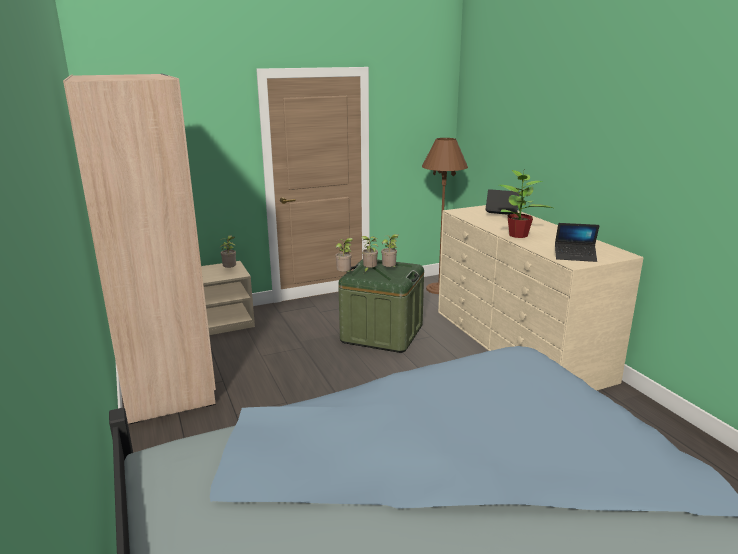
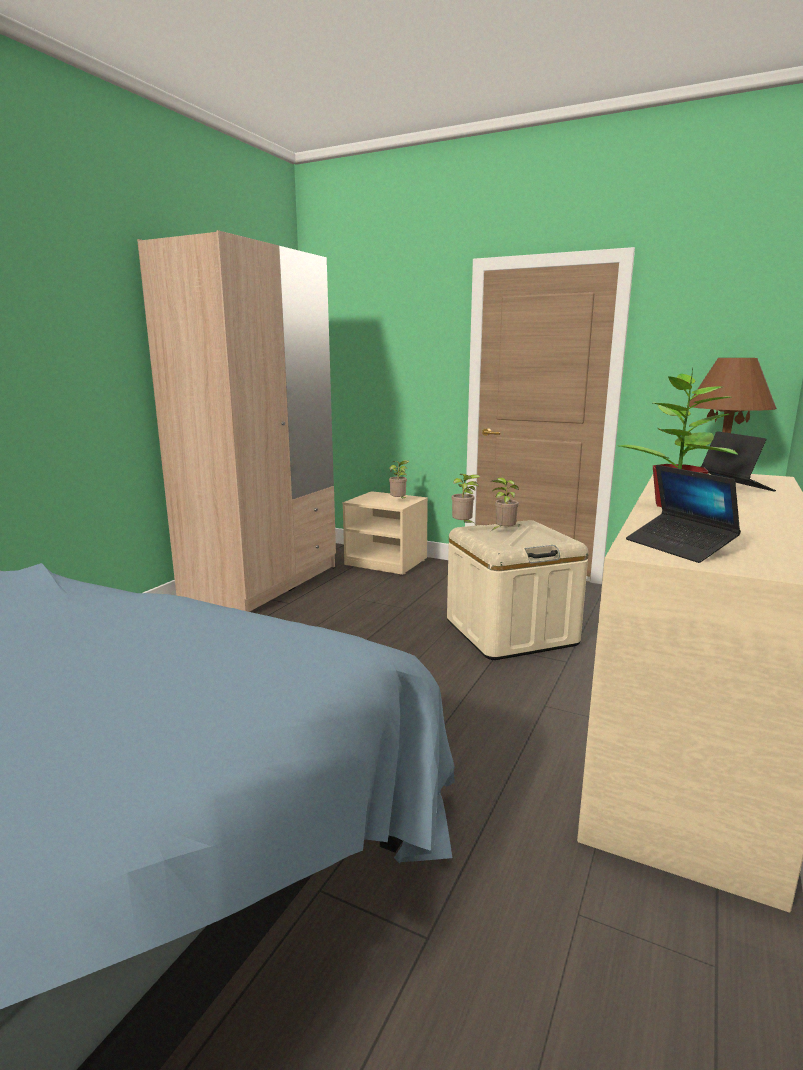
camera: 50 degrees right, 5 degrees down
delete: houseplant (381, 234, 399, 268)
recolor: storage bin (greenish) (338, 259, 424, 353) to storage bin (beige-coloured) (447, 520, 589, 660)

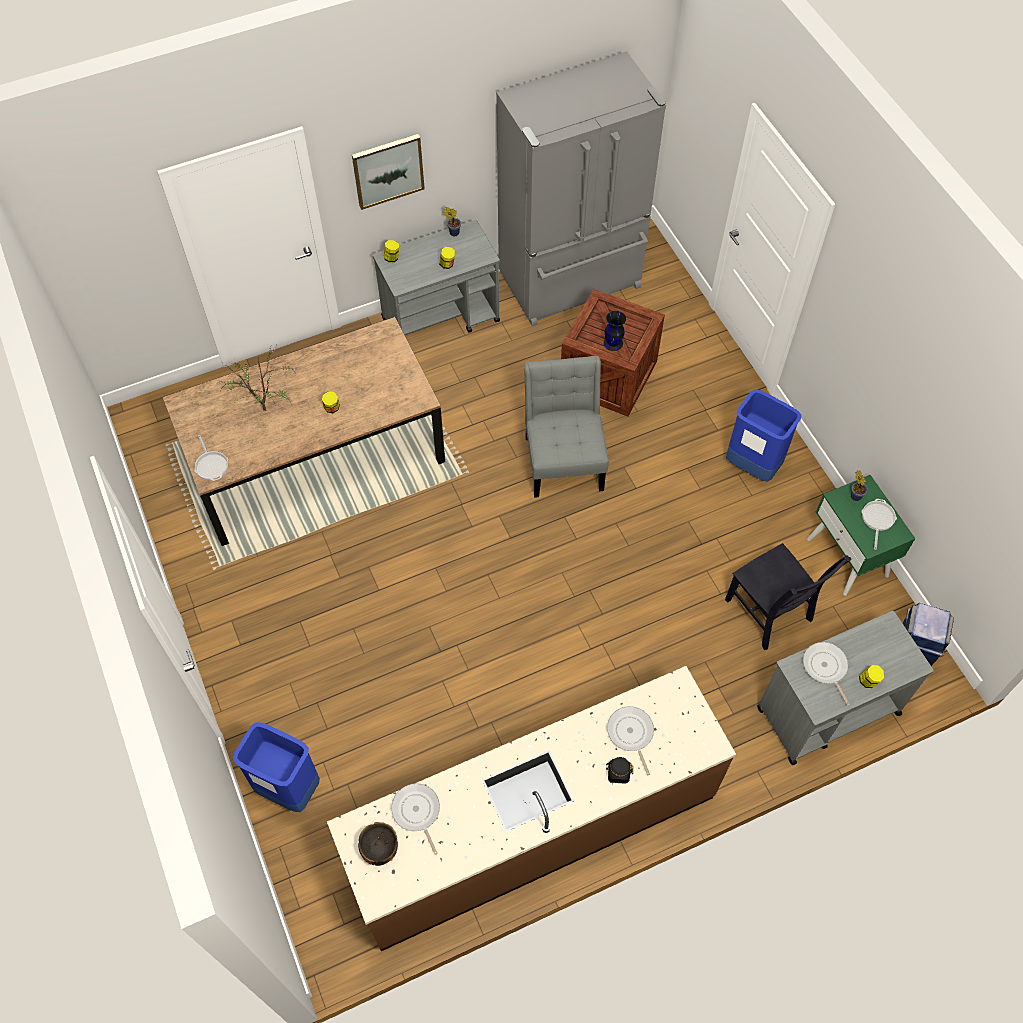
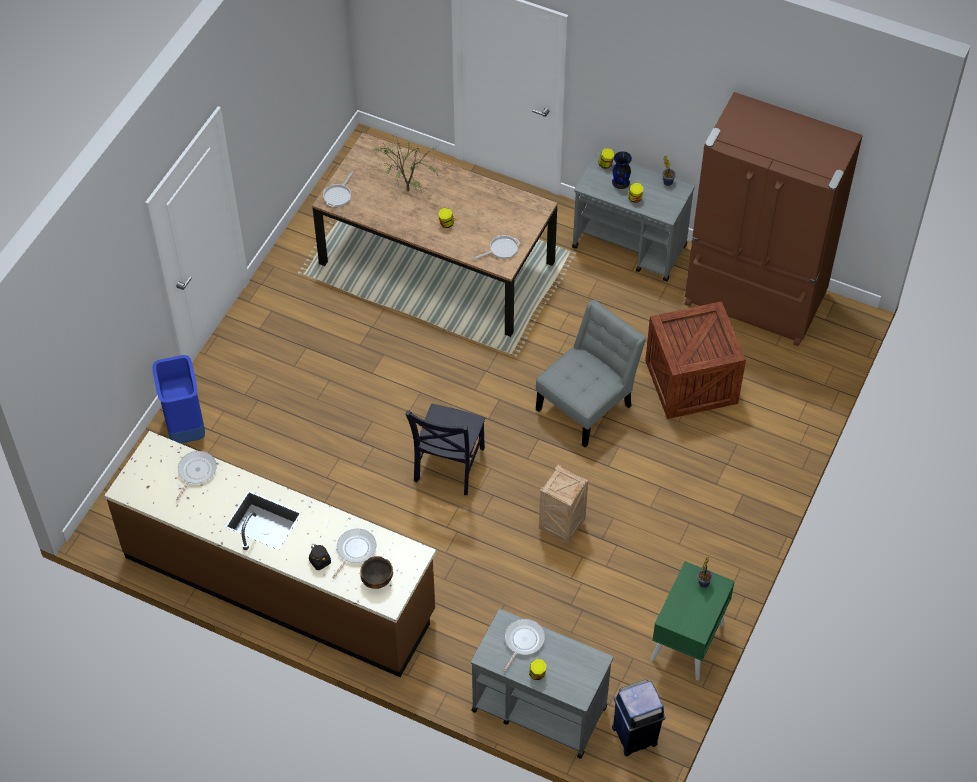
camera: 50 degrees right, 5 degrees down
delete: wall picture (352, 134, 425, 210); rubbish bin (blue-coloured) (726, 389, 801, 482)
insert: shipping crate (539, 465, 588, 544)
move: decorative vase (blackish) (604, 311, 626, 351) to (612, 151, 632, 189); pan (862, 499, 897, 550) to (473, 235, 520, 260); plain chair (blackish) (725, 543, 851, 650) to (405, 403, 485, 495); deep dish (358, 822, 398, 866) to (360, 556, 393, 589)
recolor: fridge (greyish) (496, 51, 666, 326) to fridge (brown) (684, 92, 863, 346)

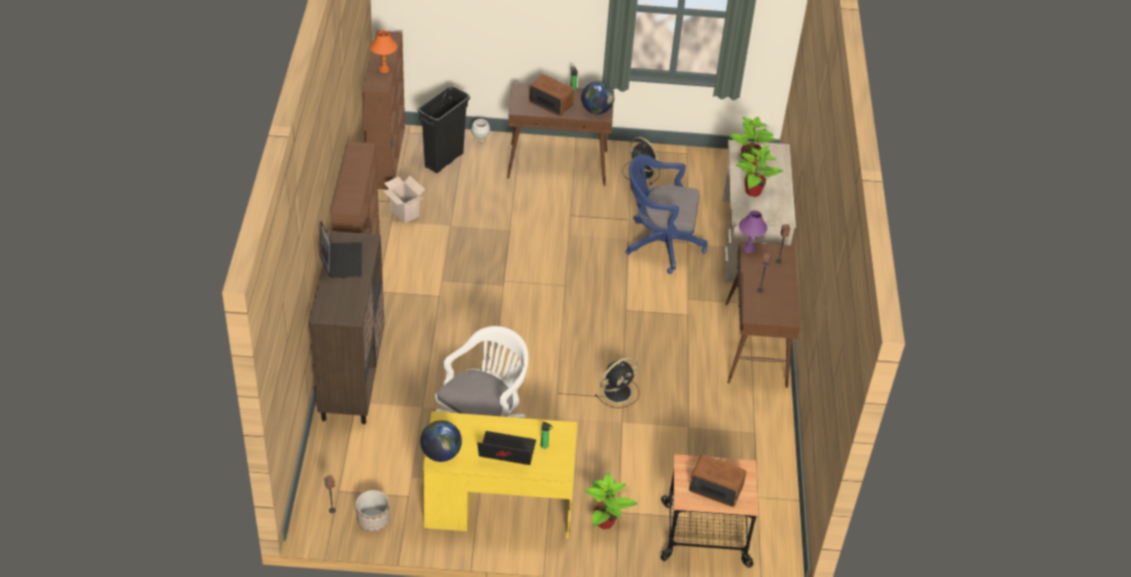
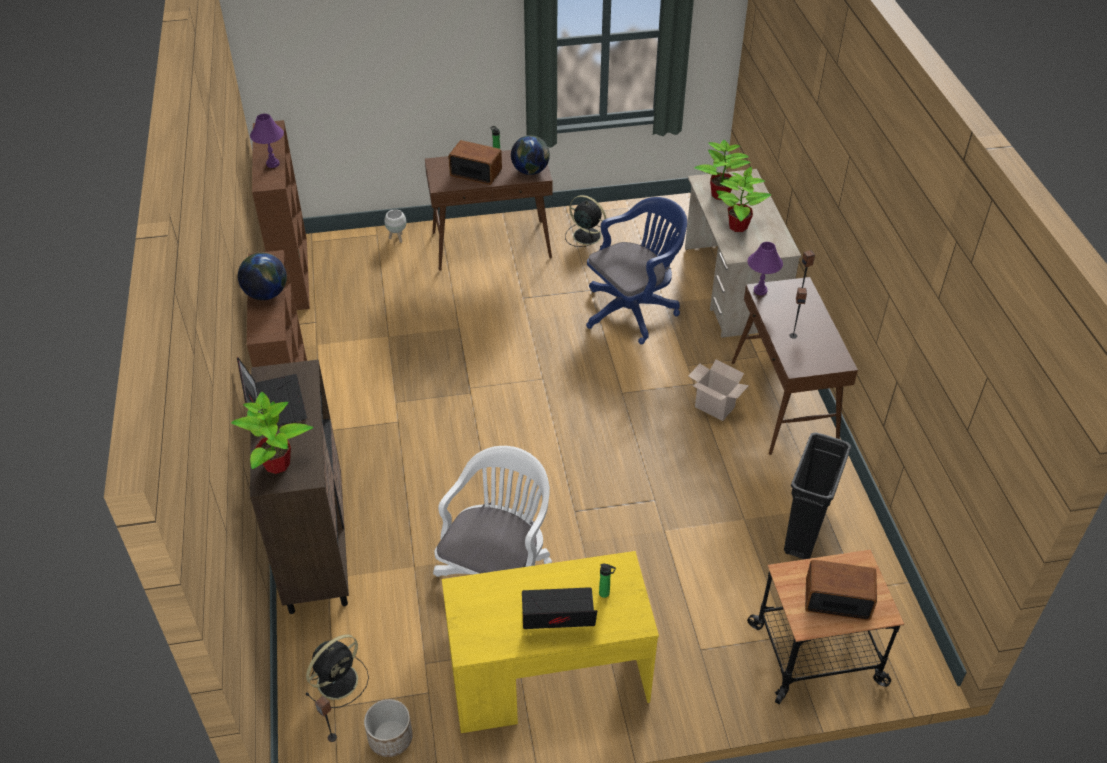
camera: 10 degrees left, 0 degrees up
move: rubbish bin (blackish) (418, 86, 470, 173) to (784, 432, 851, 559); cardboard box (382, 176, 425, 223) to (688, 360, 749, 421); fan (blackish) (595, 357, 639, 408) to (305, 634, 369, 708); globe (420, 420, 462, 462) to (238, 253, 287, 300); houseplant (584, 472, 638, 529) to (231, 392, 314, 474)
recolor: tabletop lamp (orange) (370, 30, 397, 73) to tabletop lamp (purple-coloured) (250, 114, 284, 168)
rotate: computer chair (blue-coloured) (626, 154, 708, 274) = (586, 197, 687, 344) 150 degrees clockwise

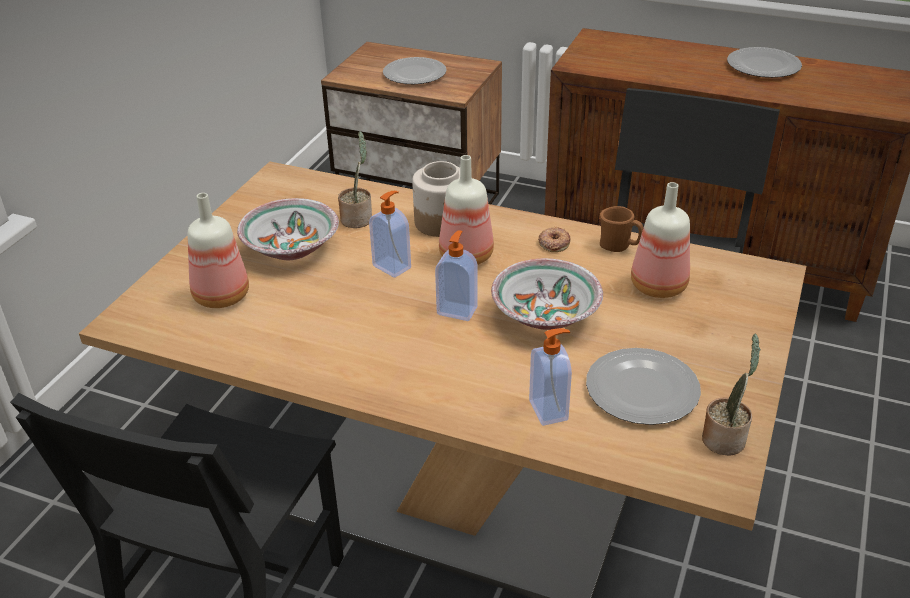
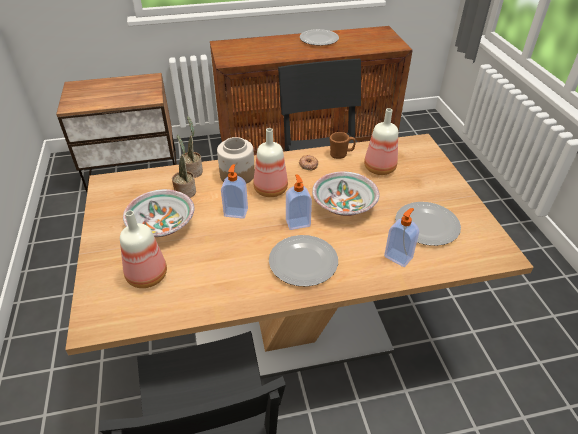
camera: 35 degrees left, 5 degrees up
move: flat dish (383, 57, 447, 84) to (269, 235, 338, 287); houseplant (702, 334, 761, 456) to (182, 116, 203, 178)

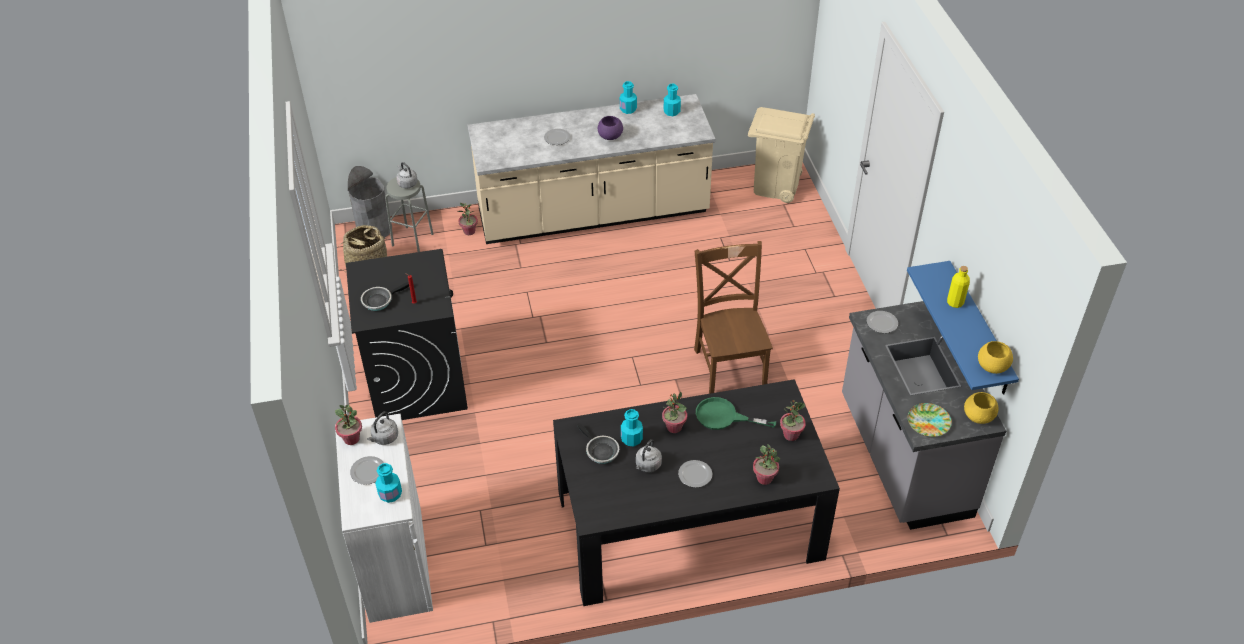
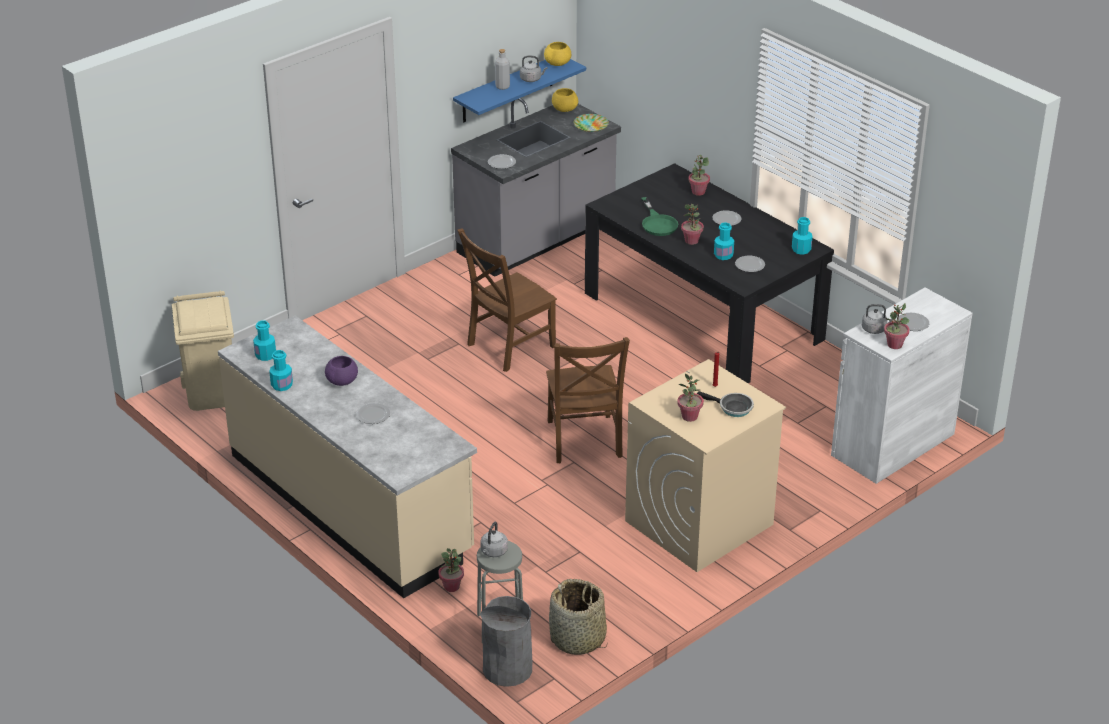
camera: 120 degrees left, 10 degrees down
insert: plain chair (brown) (546, 337, 630, 463)
move: houseplant (780, 400, 806, 441) to (677, 374, 704, 422); tea kettle (greyish) (636, 439, 662, 472) to (520, 56, 547, 82); drink bottle (blue-green) (375, 463, 402, 503) to (792, 217, 813, 255)
replace: pan (577, 423, 619, 464) to flat dish (735, 256, 765, 272)
recolor: laundry machine (blackish) (346, 249, 468, 420) to laundry machine (beige-coloured) (625, 359, 786, 572); drink bottle (yellow-coloured) (947, 266, 970, 308) to drink bottle (greyish) (495, 49, 510, 90)

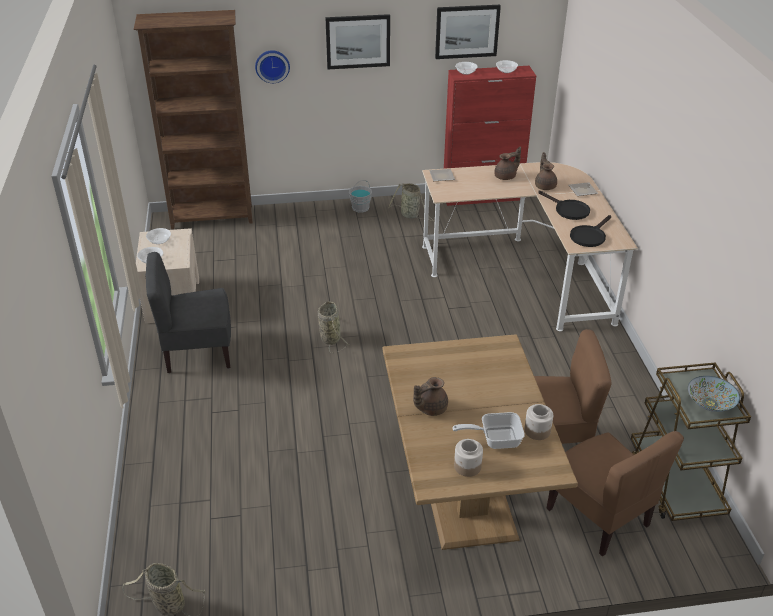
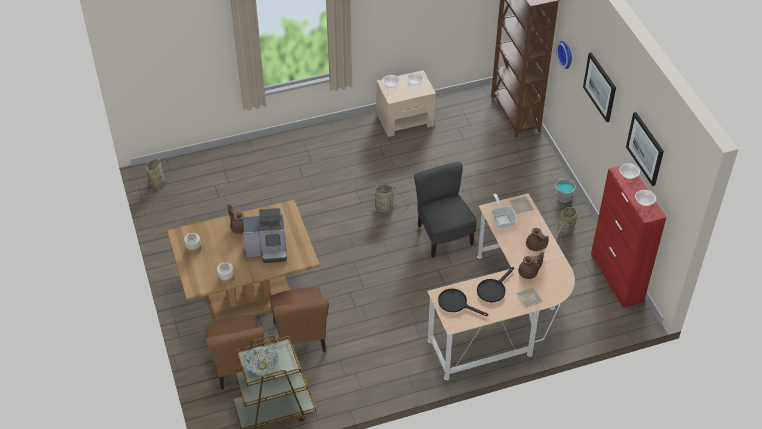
camera: 80 degrees right, 10 degrees up
insert: coffee maker (243, 208, 287, 263)
move: plain chair (greyish) (145, 252, 231, 373) to (414, 162, 477, 257); pan (453, 412, 525, 449) to (491, 194, 517, 228)
rotate: plain chair (brown) (546, 431, 684, 556) = (205, 315, 264, 390) 60 degrees counterclockwise

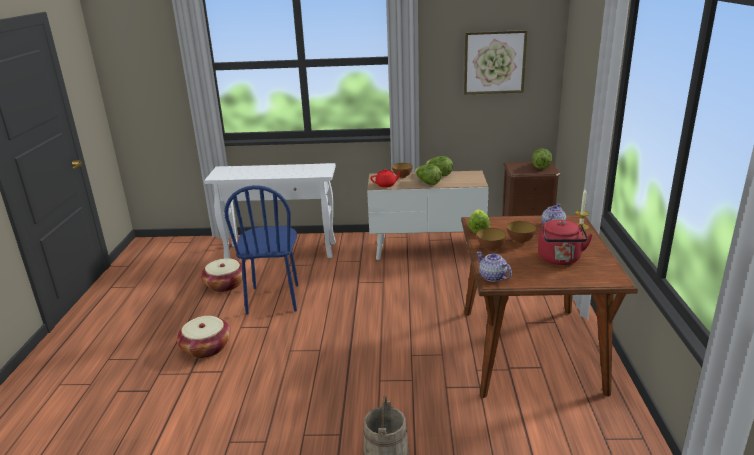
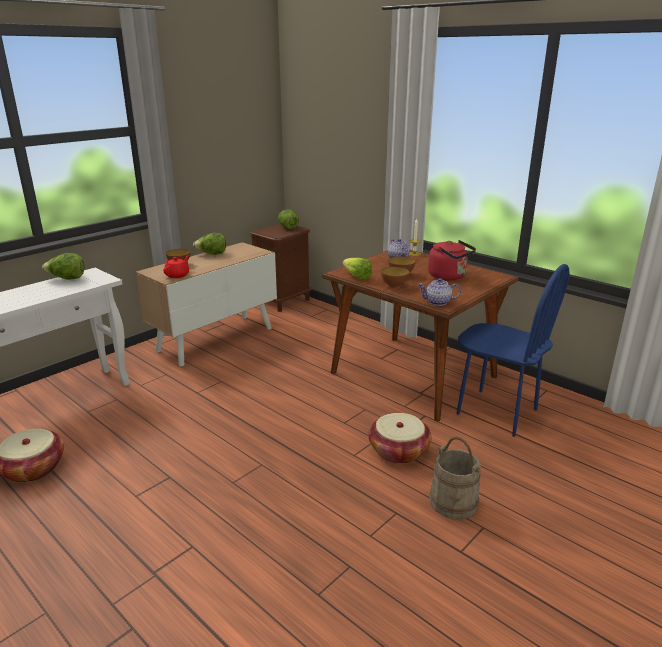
camera: 50 degrees left, 0 degrees up
delete: wall picture (464, 30, 527, 95)
move: head of lettuce (415, 164, 442, 185) to (42, 253, 84, 280); plain chair (blue-coloured) (224, 185, 298, 315) to (456, 264, 569, 437); household basket (177, 316, 231, 358) to (368, 413, 432, 464)

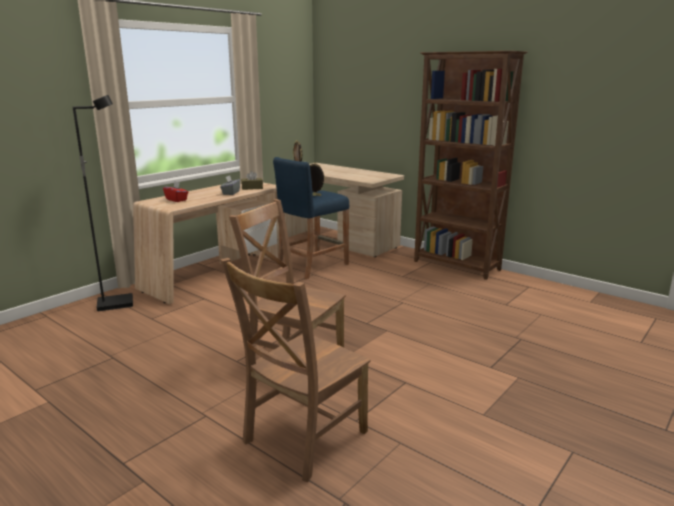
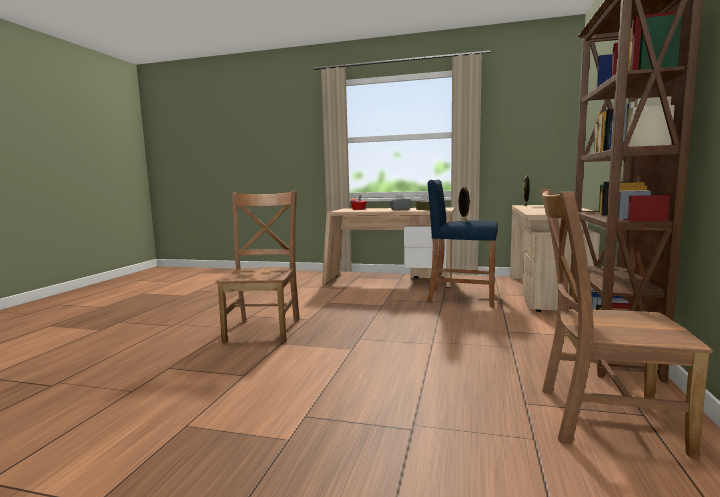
camera: 65 degrees right, 10 degrees down
delete: floor lamp (blackish) (73, 95, 133, 311)
move: plain chair (brown) (220, 258, 371, 482) to (540, 189, 713, 459)

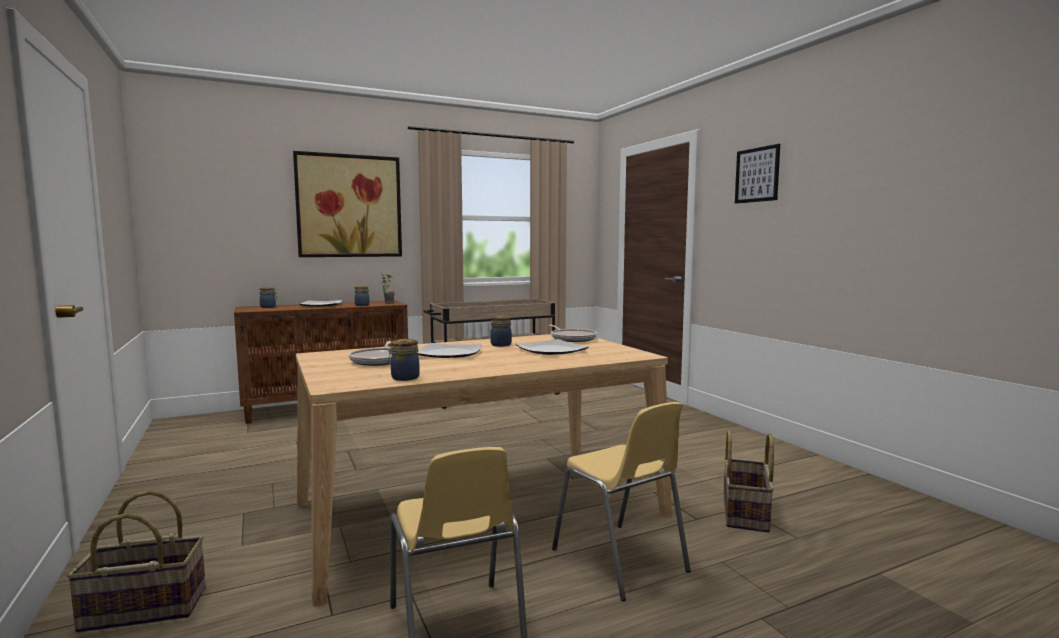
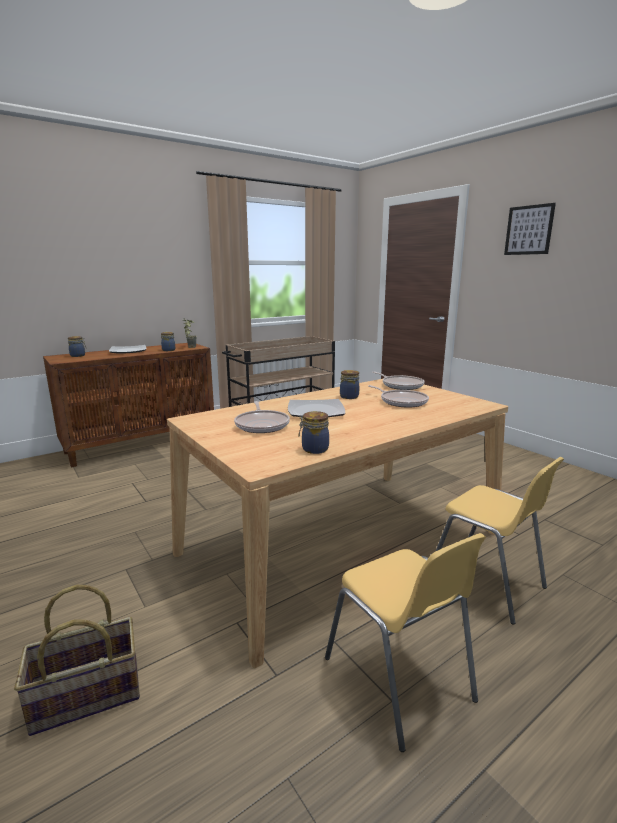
camera: 10 degrees left, 10 degrees up
delete: wall picture (293, 151, 402, 257); household basket (724, 430, 774, 532)
replace: flat dish (516, 339, 589, 355) to pan (368, 385, 429, 407)

